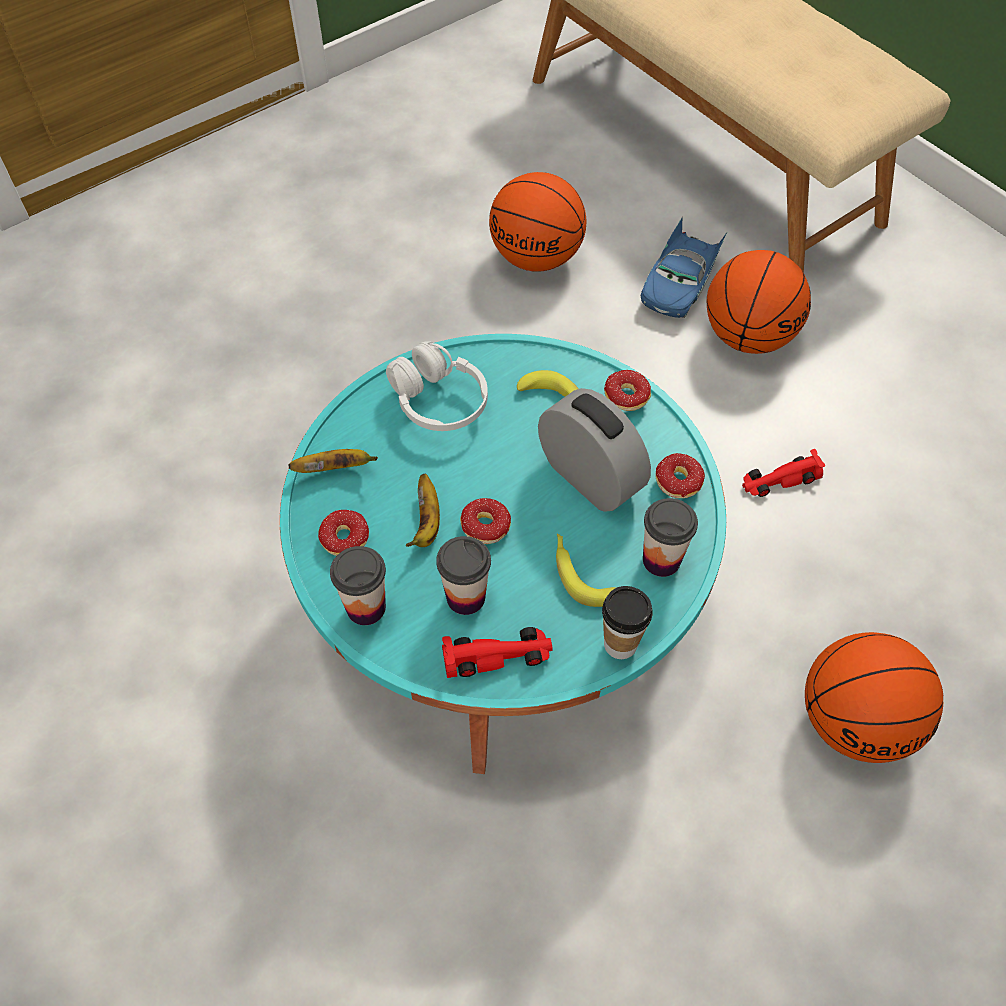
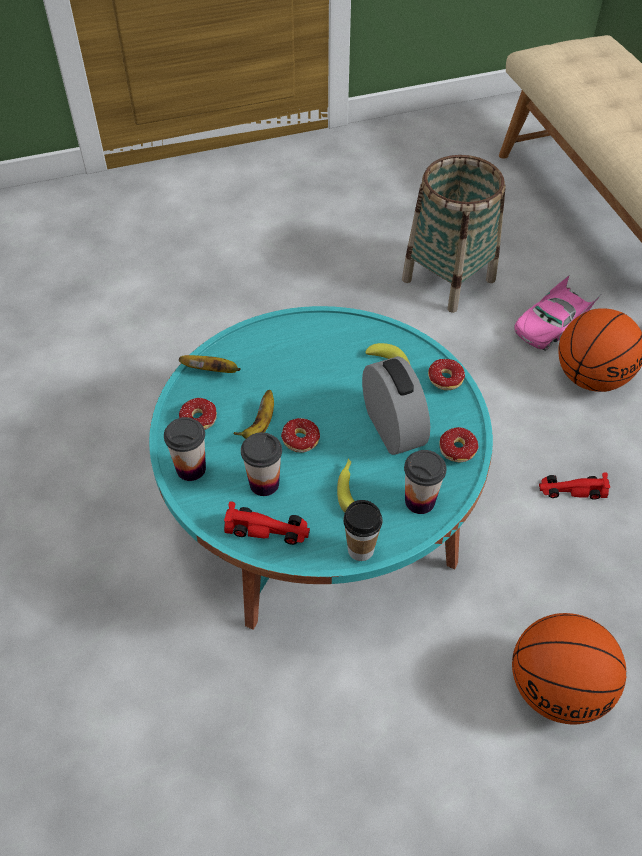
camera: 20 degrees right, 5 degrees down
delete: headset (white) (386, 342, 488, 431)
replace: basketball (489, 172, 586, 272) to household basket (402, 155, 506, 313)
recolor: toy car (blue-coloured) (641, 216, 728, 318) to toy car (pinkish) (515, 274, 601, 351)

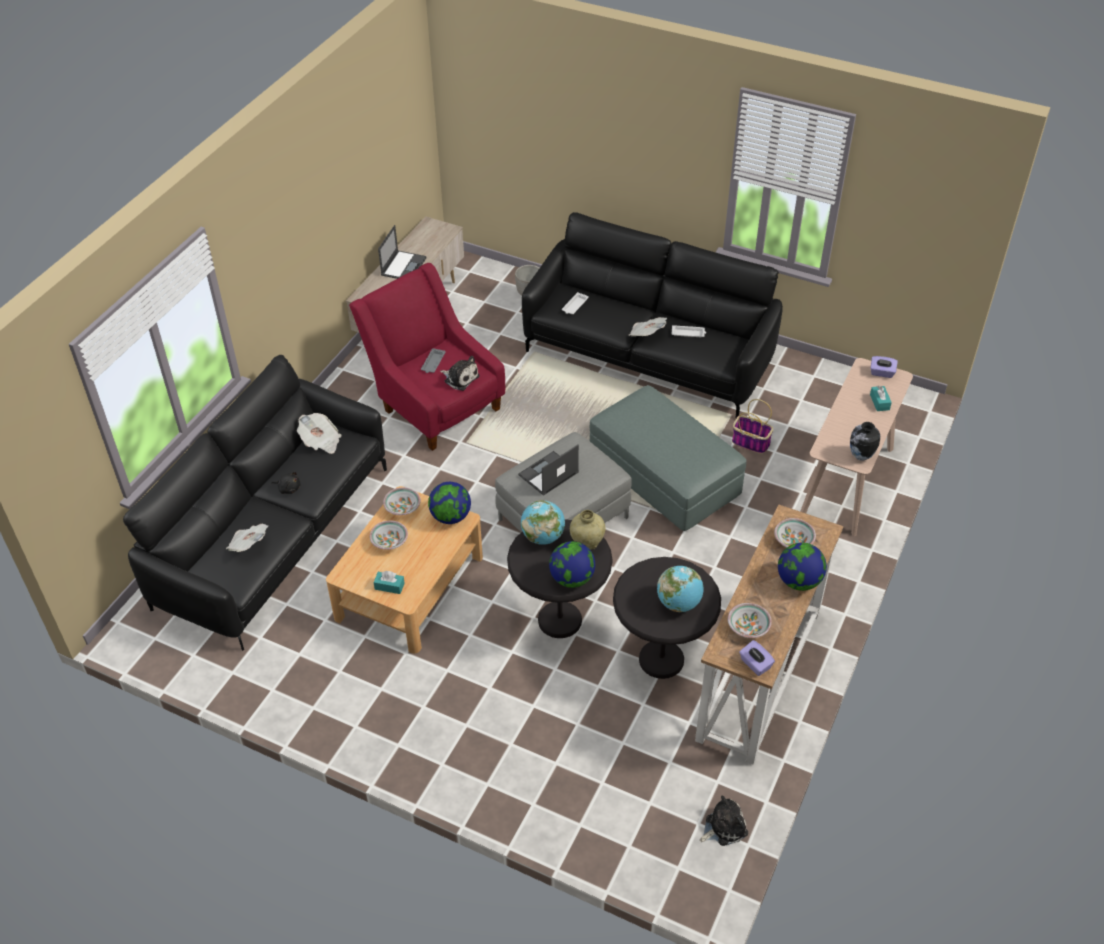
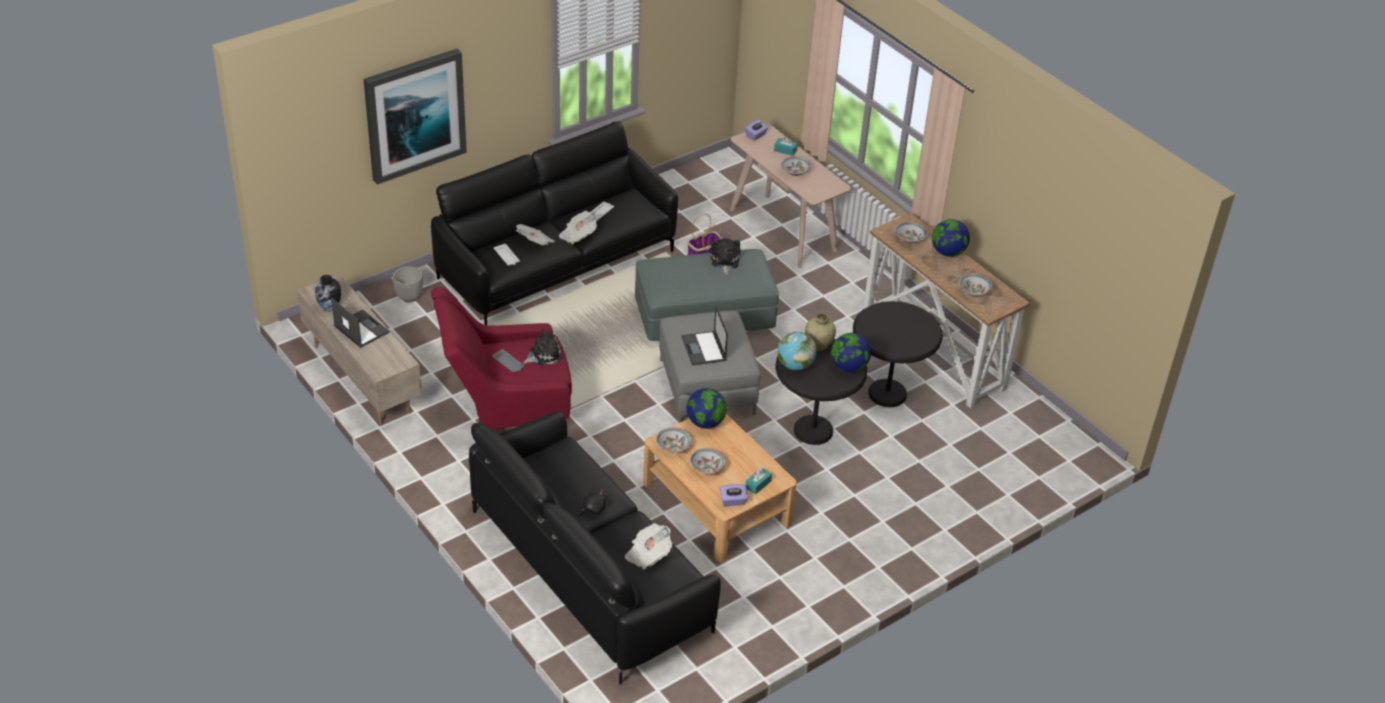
camera: 65 degrees left, 5 degrees down
delete: globe (657, 566, 704, 612)
insert: wall picture (364, 49, 467, 185); deep dish (781, 156, 812, 176)
move: printed paper (297, 413, 341, 454) to (516, 224, 555, 245); decorative vase (850, 422, 880, 461) to (314, 275, 341, 311); box of tissues (purple-coloured) (739, 640, 775, 676) to (720, 484, 748, 506); plush toy (700, 795, 748, 846) to (710, 238, 740, 275)

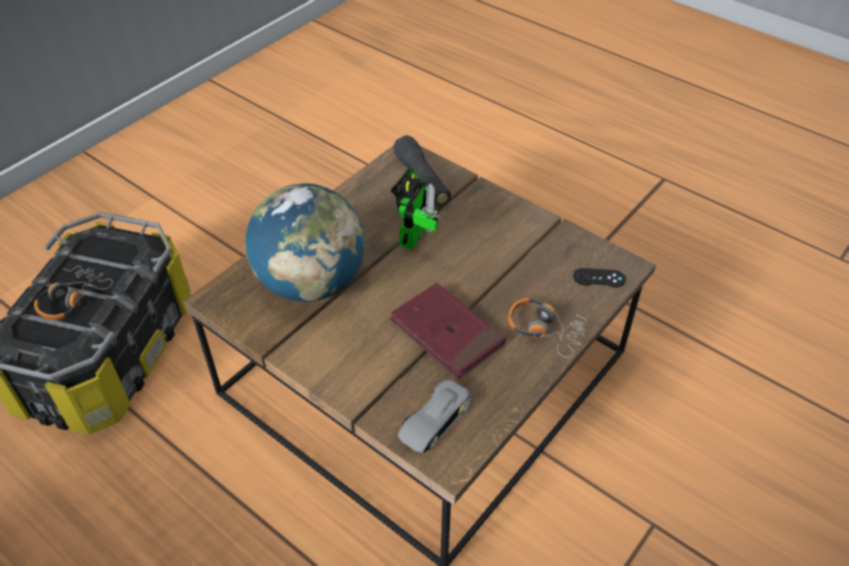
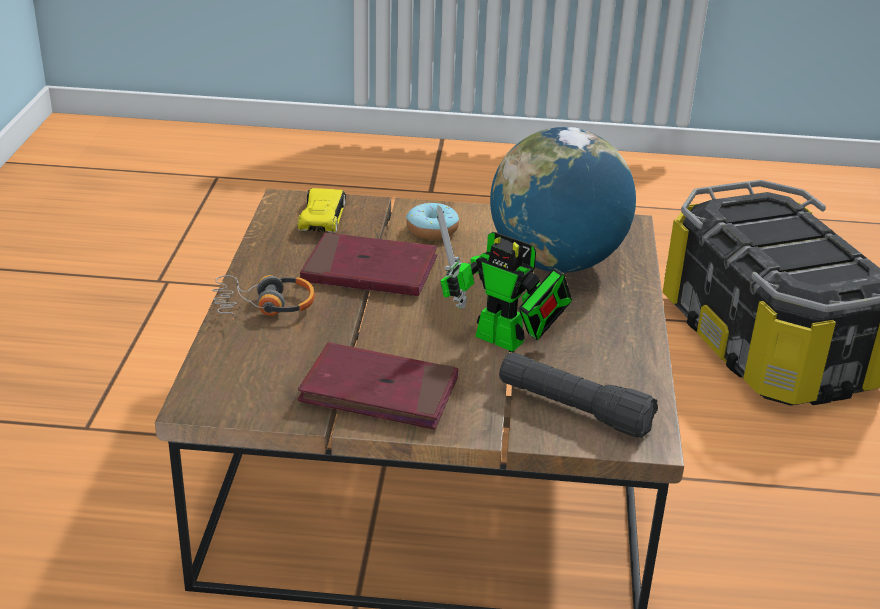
camera: 145 degrees right, 15 degrees down
delete: headset (34, 266, 113, 320); game controller (blackish) (573, 268, 626, 288)
insert: ring doughnut (406, 203, 459, 240); volume (reddish) (297, 342, 458, 430)
recolor: toy car (greyish) (397, 380, 472, 454) to toy car (yellow-coloured) (298, 188, 346, 233)
rotate: toy robot (391, 168, 440, 249) = (437, 205, 572, 352) 45 degrees counterclockwise

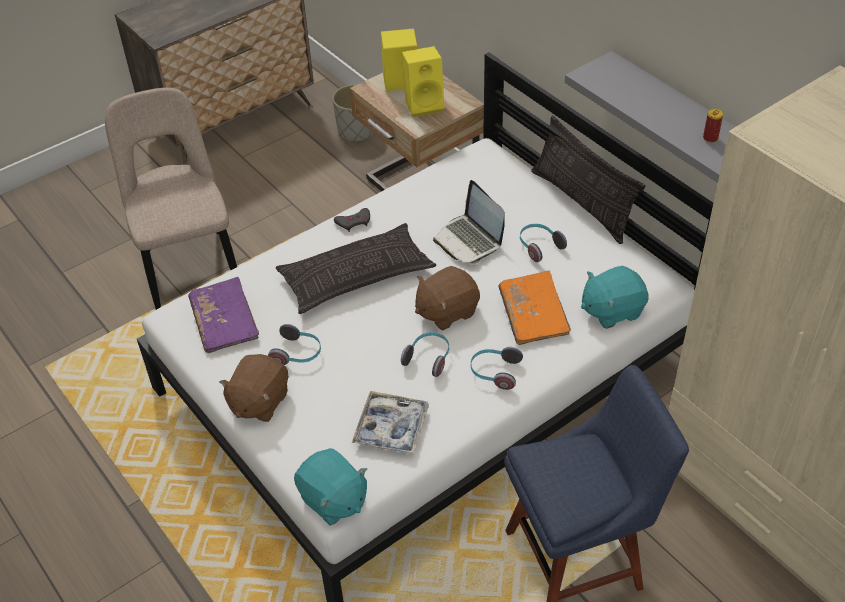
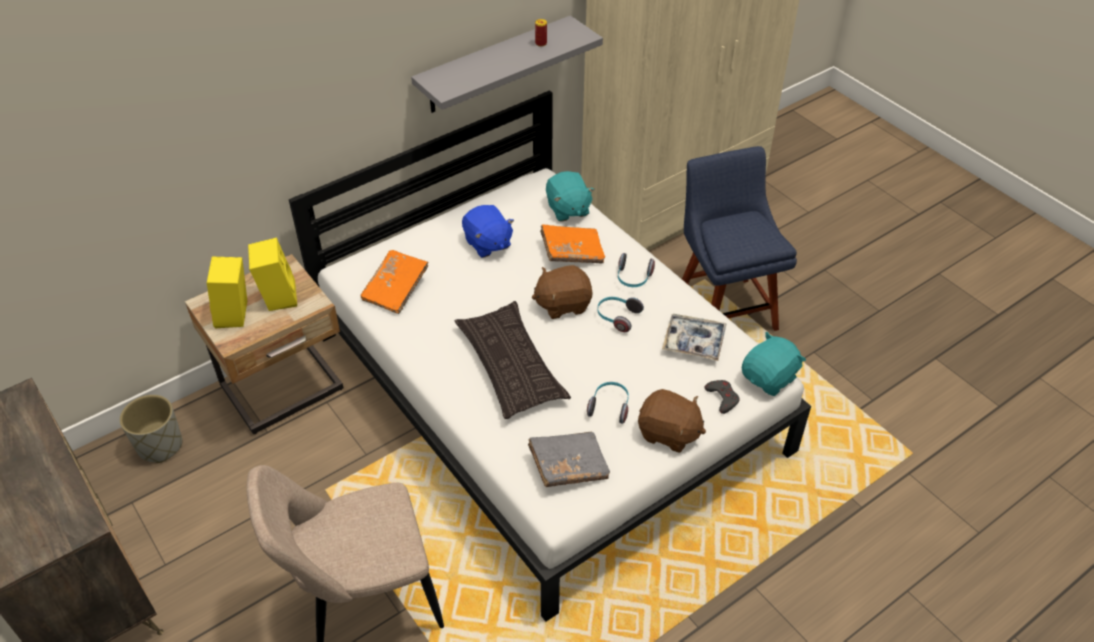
camera: 90 degrees left, 0 degrees up
delete: pillow (531, 115, 646, 244); notebook computer (433, 180, 505, 264)
insert: volume (orange) (361, 250, 429, 314)
move: game controller (greyish) (334, 208, 370, 232) to (704, 380, 740, 414)
replace: headset (520, 224, 567, 262) to plush toy (blue-coloured) (462, 205, 514, 258)
recolor: volume (purple-coloured) (188, 277, 259, 353) to volume (greyish) (528, 432, 610, 487)
rotate: plush toy (brown) (415, 266, 480, 330) = (532, 265, 593, 319) 105 degrees clockwise

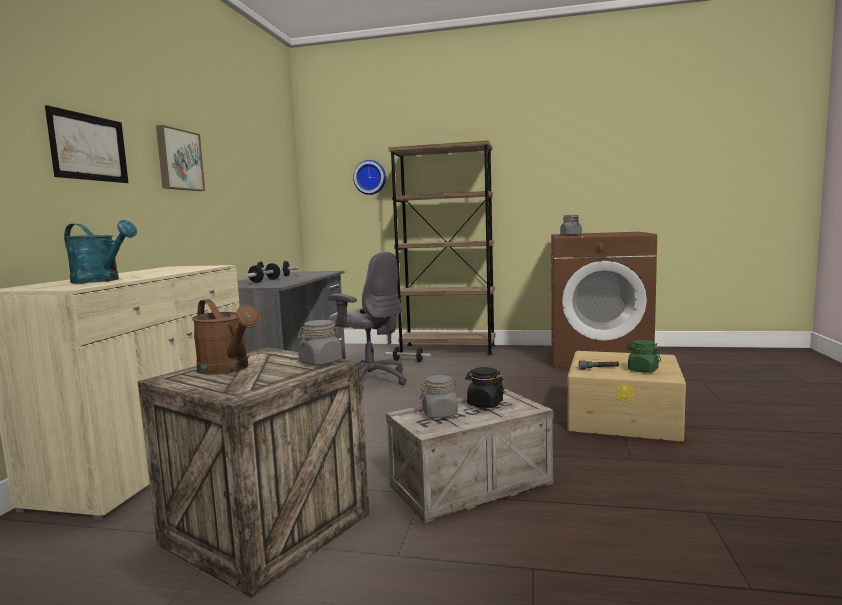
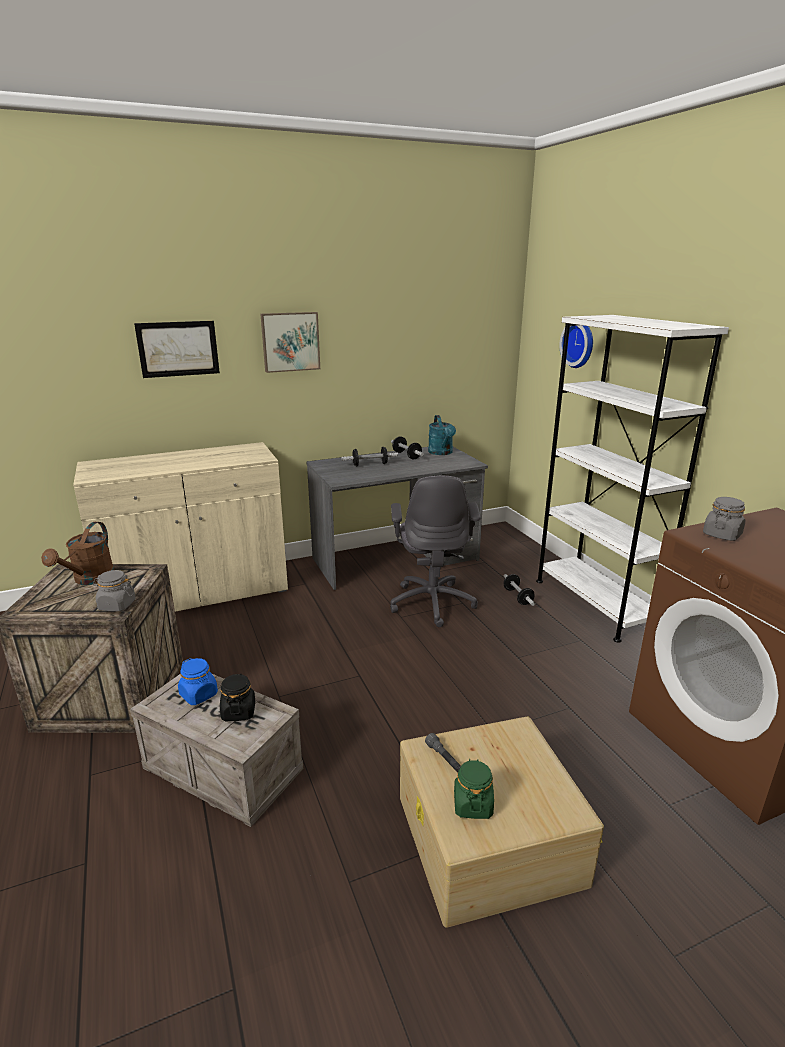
camera: 55 degrees right, 15 degrees up
move: watering pot (blue-green) (64, 220, 137, 283) to (428, 415, 456, 455)
recolor: bookcase (brown) (389, 140, 496, 355) to bookcase (white) (536, 315, 729, 643); storage jar (greyish) (419, 375, 460, 418) to storage jar (blue-coloured) (178, 658, 218, 705)

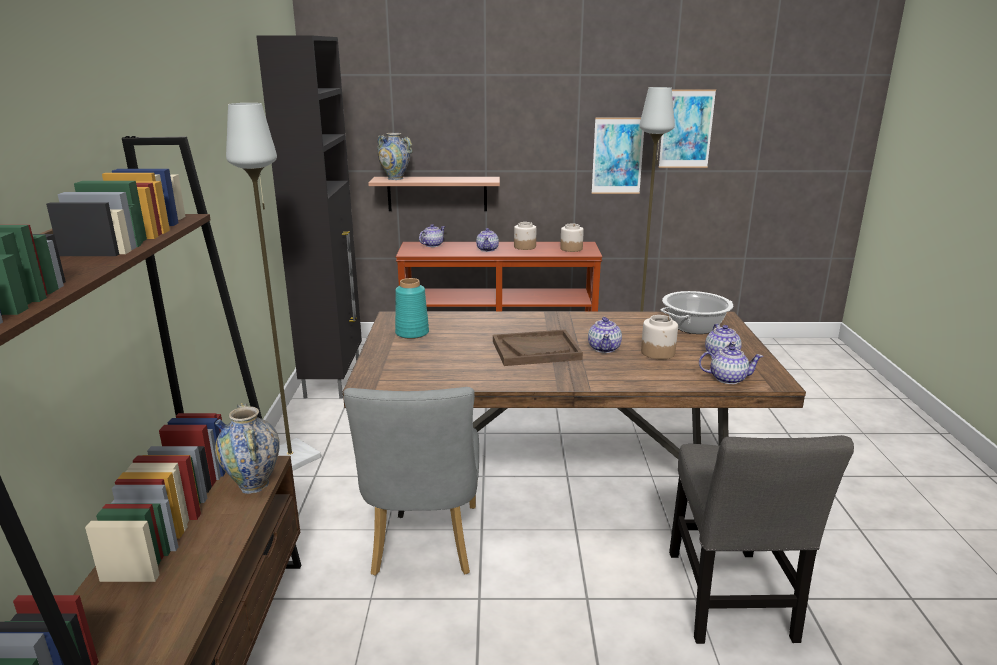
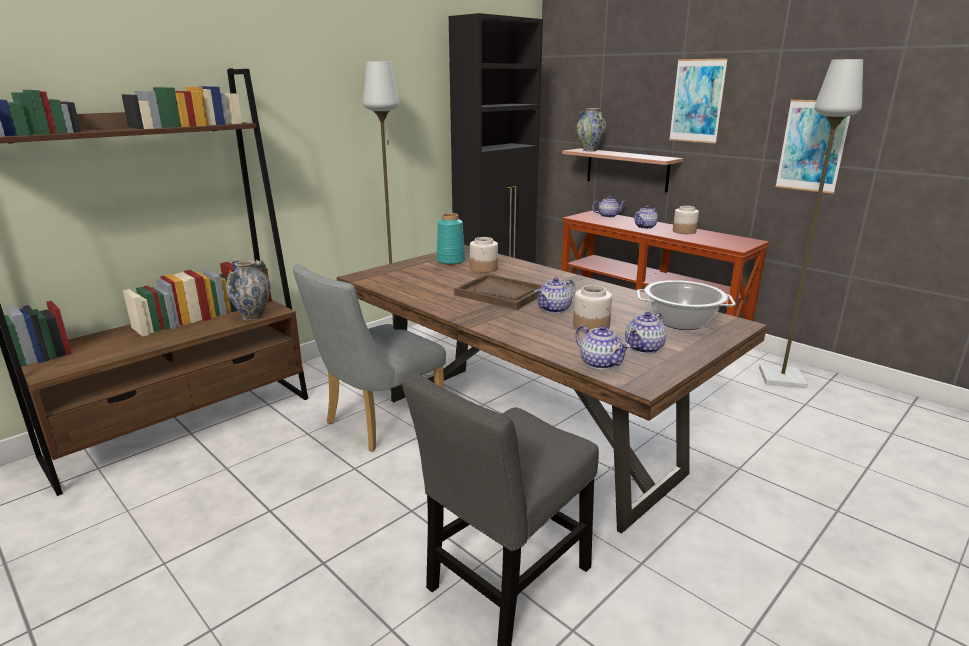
camera: 45 degrees right, 0 degrees up
move: wall picture (659, 89, 716, 168) to (669, 58, 728, 144); storage jar (560, 223, 584, 252) to (470, 237, 498, 273)

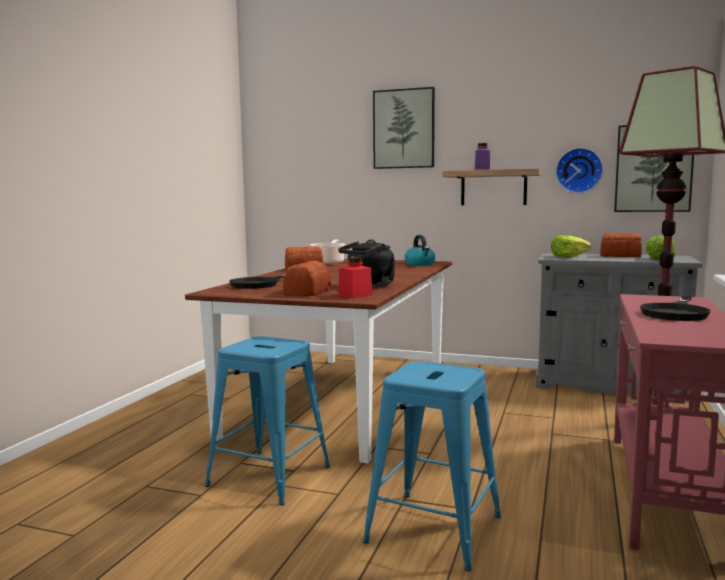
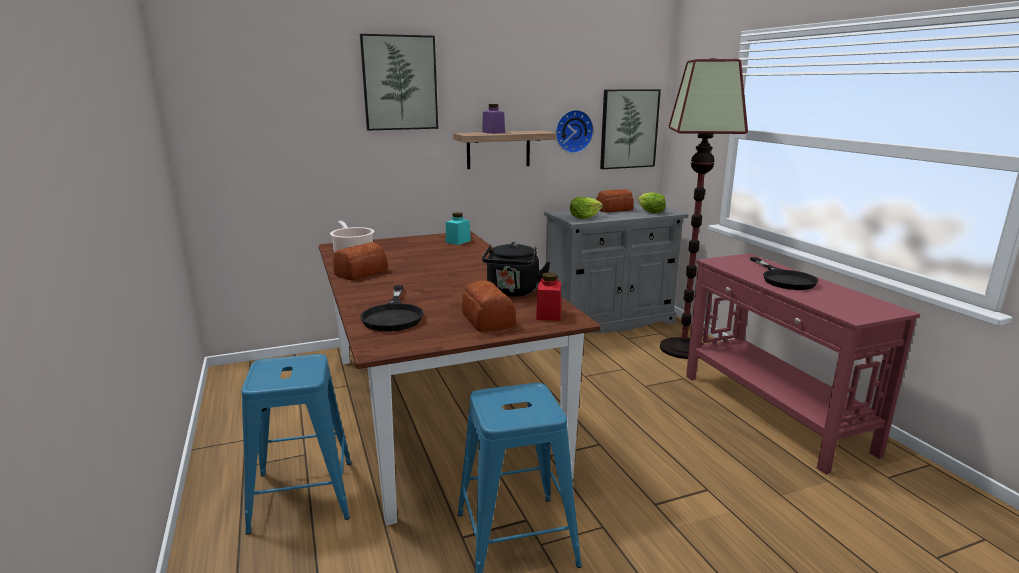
camera: 40 degrees left, 10 degrees up
move: stool (blue-coloured) (363, 361, 501, 571) to (241, 354, 352, 535)
replace: tea kettle (404, 235, 436, 266) to storage jar (blue-green) (446, 212, 471, 245)

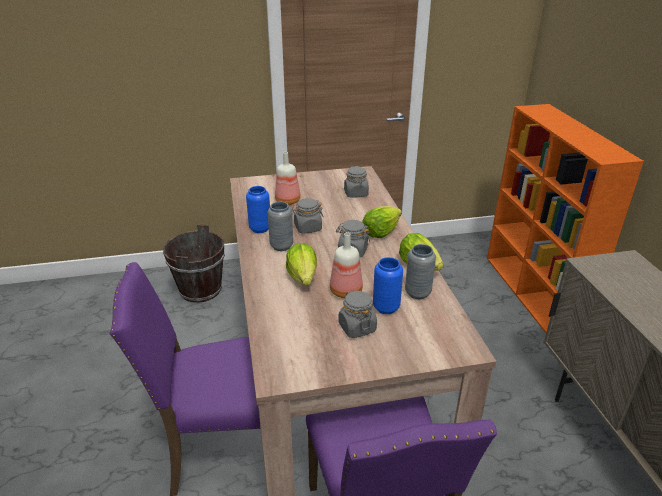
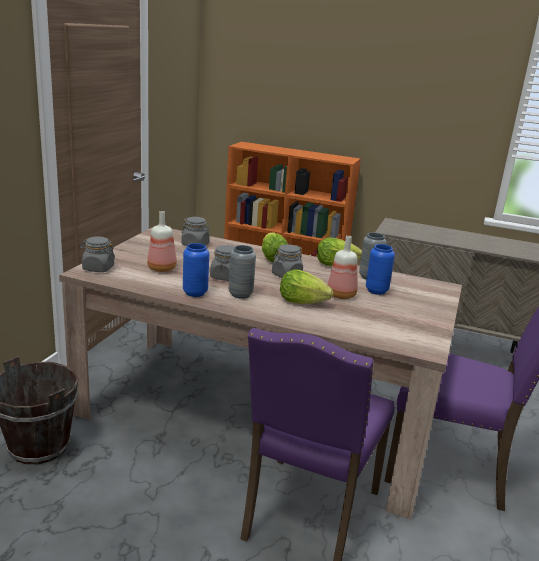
camera: 60 degrees left, 10 degrees down
move: storage jar (greyish) (339, 290, 377, 338) to (80, 236, 115, 272)

